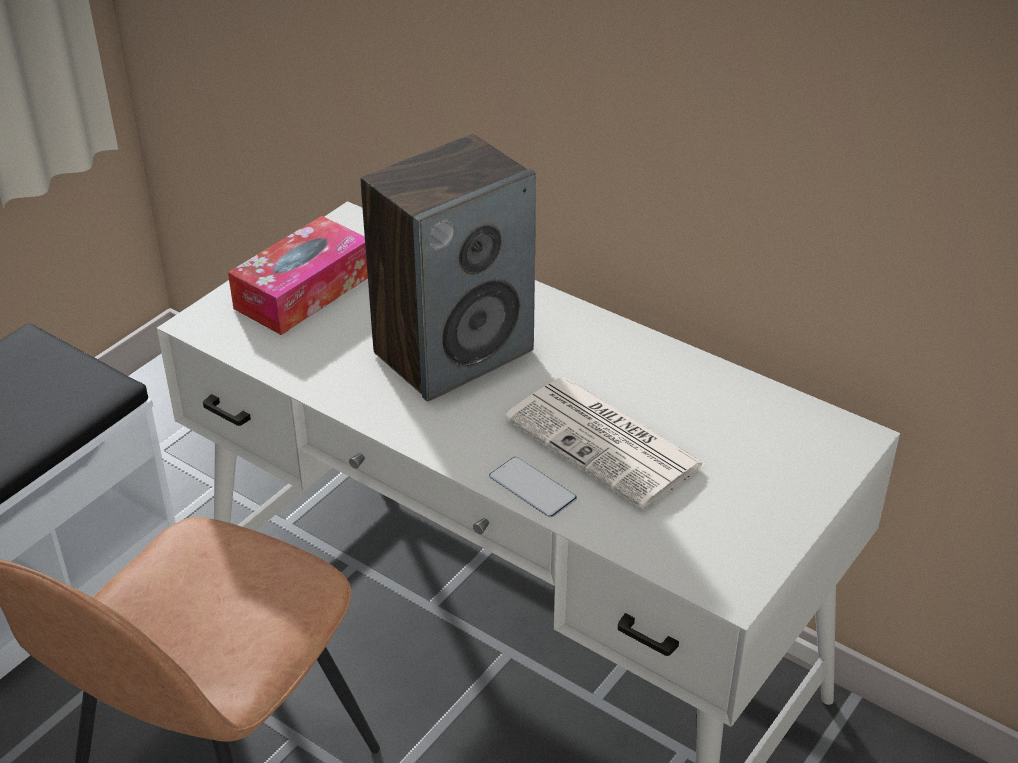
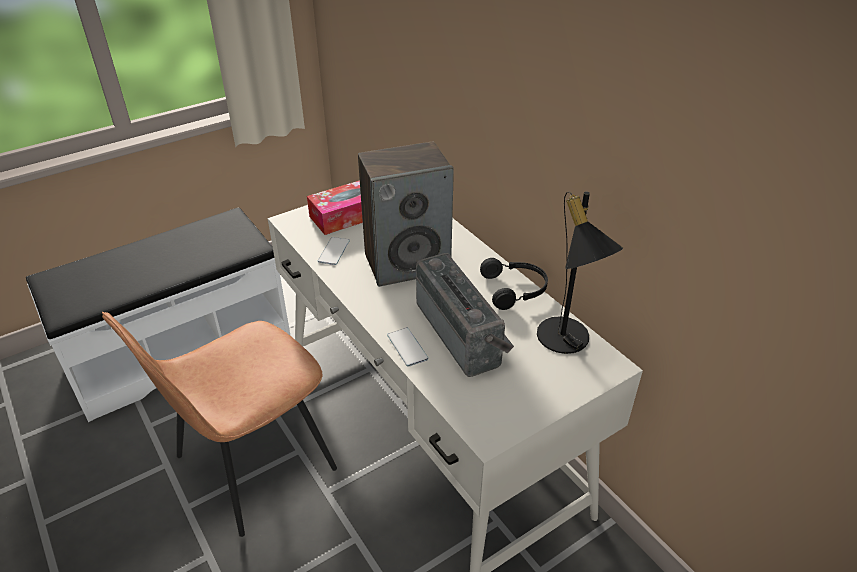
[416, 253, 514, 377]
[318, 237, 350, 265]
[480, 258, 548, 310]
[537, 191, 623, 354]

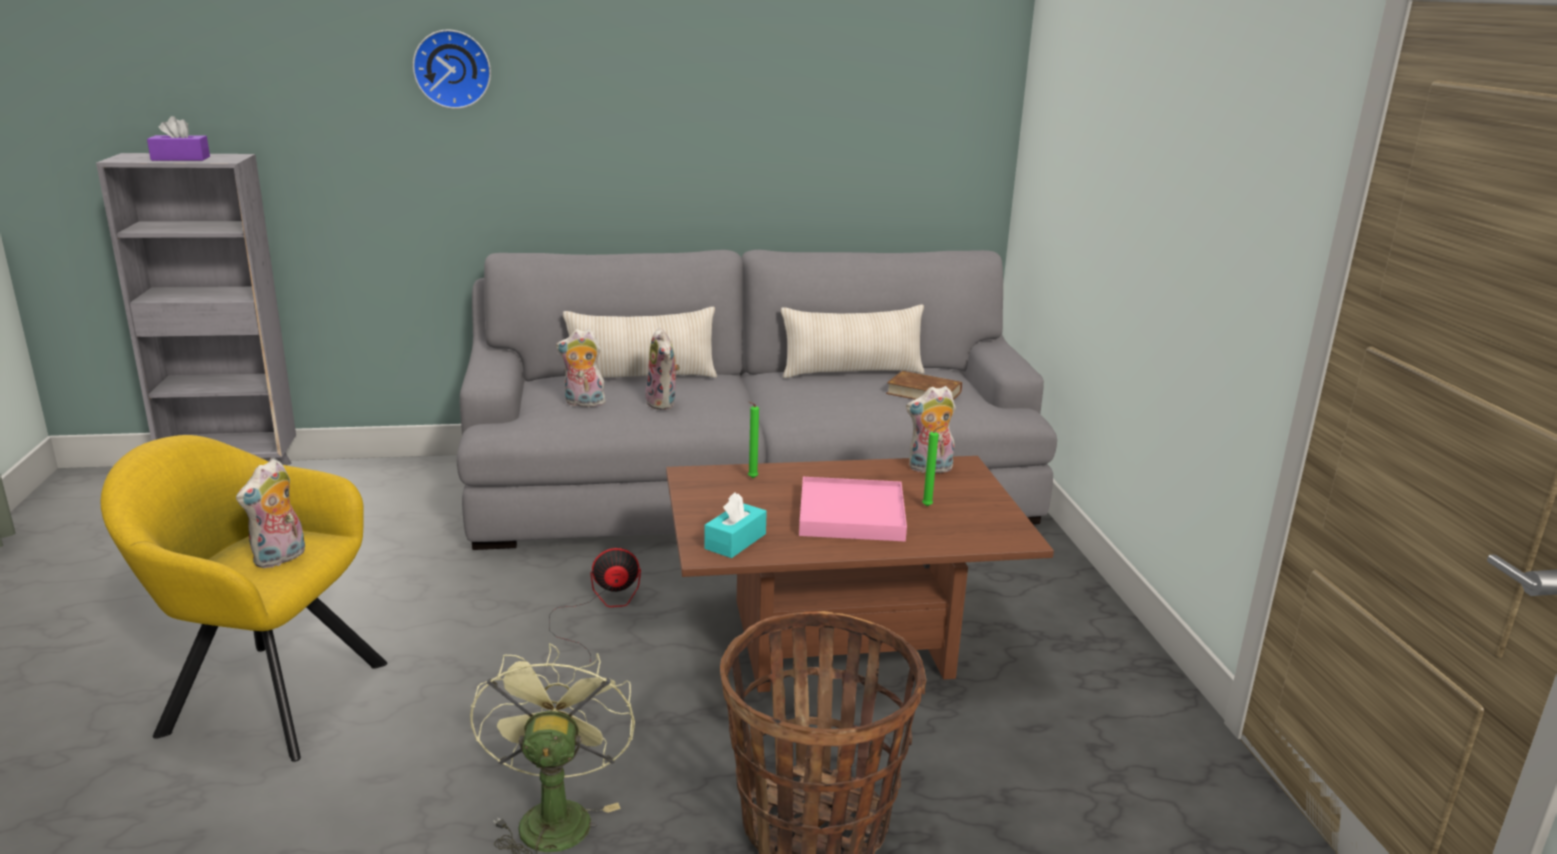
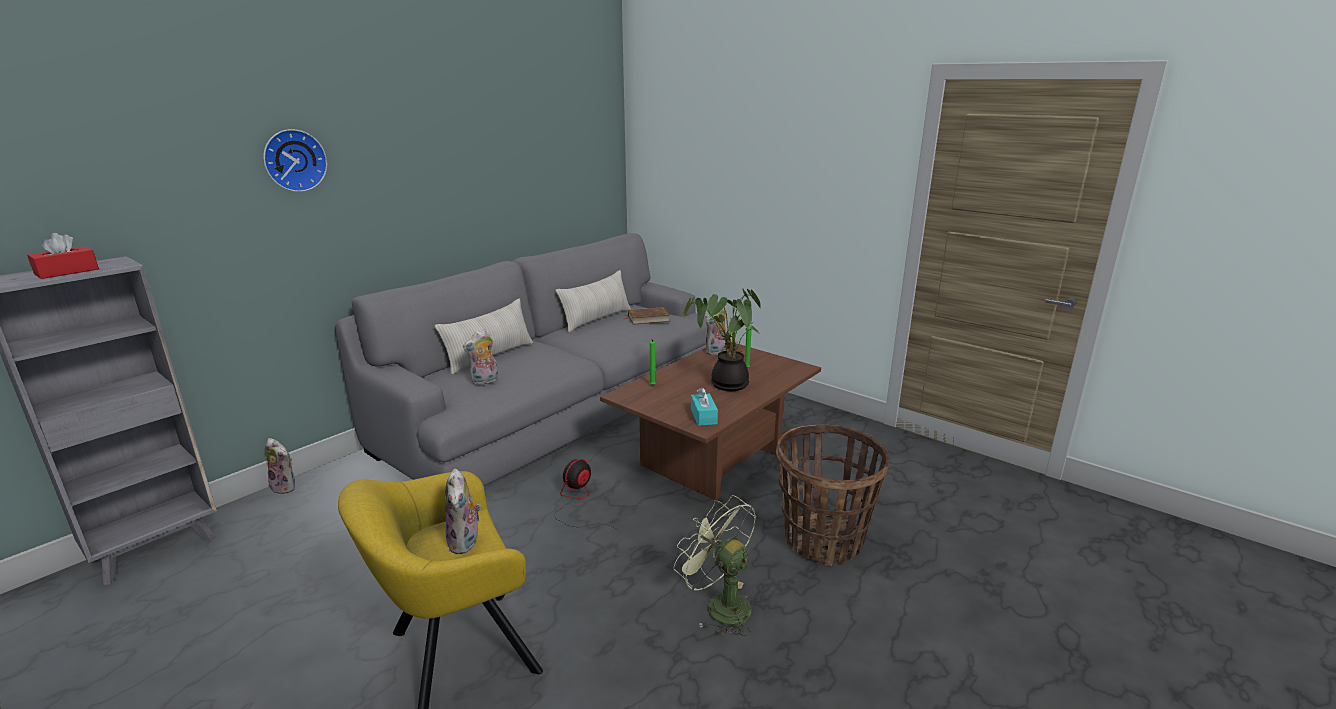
[27, 233, 99, 279]
[265, 438, 295, 495]
[684, 289, 761, 391]

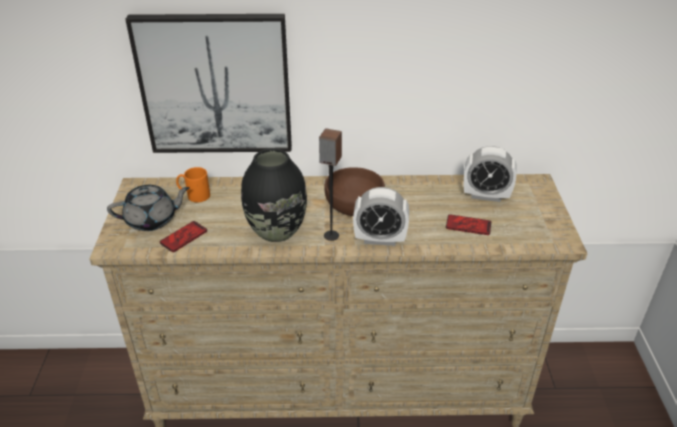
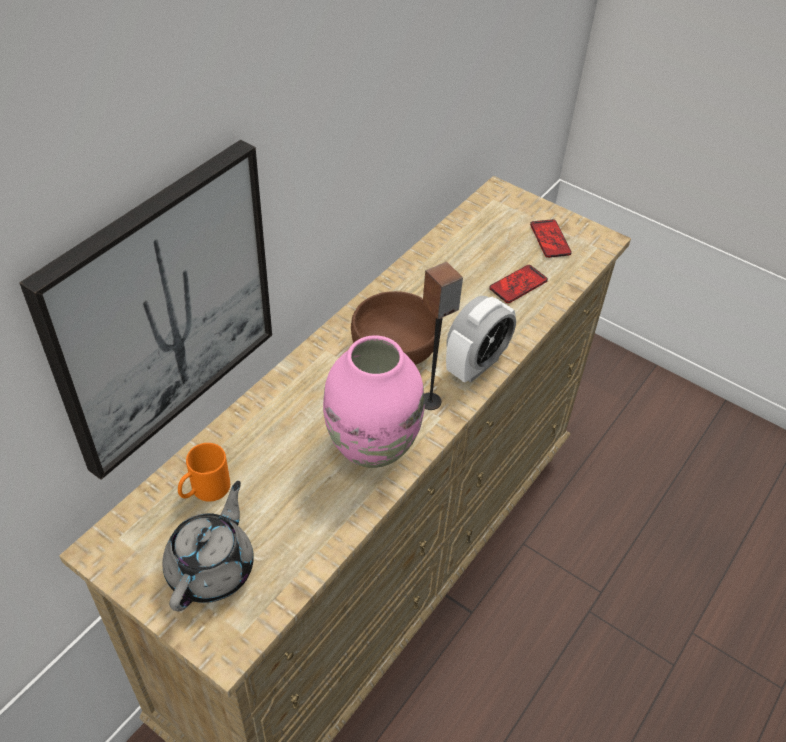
[530, 219, 572, 258]
[323, 335, 424, 468]
[464, 146, 516, 202] (first image)

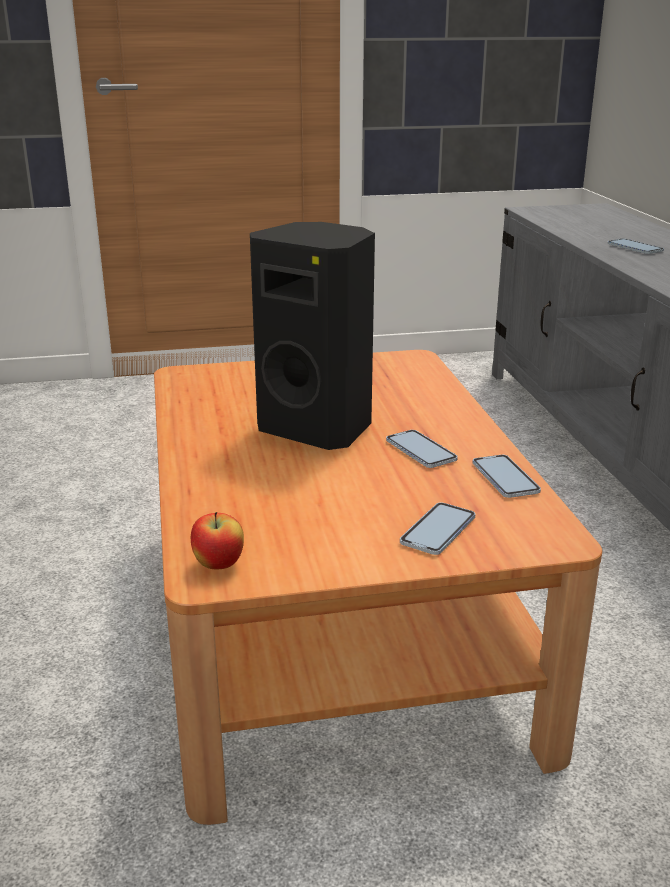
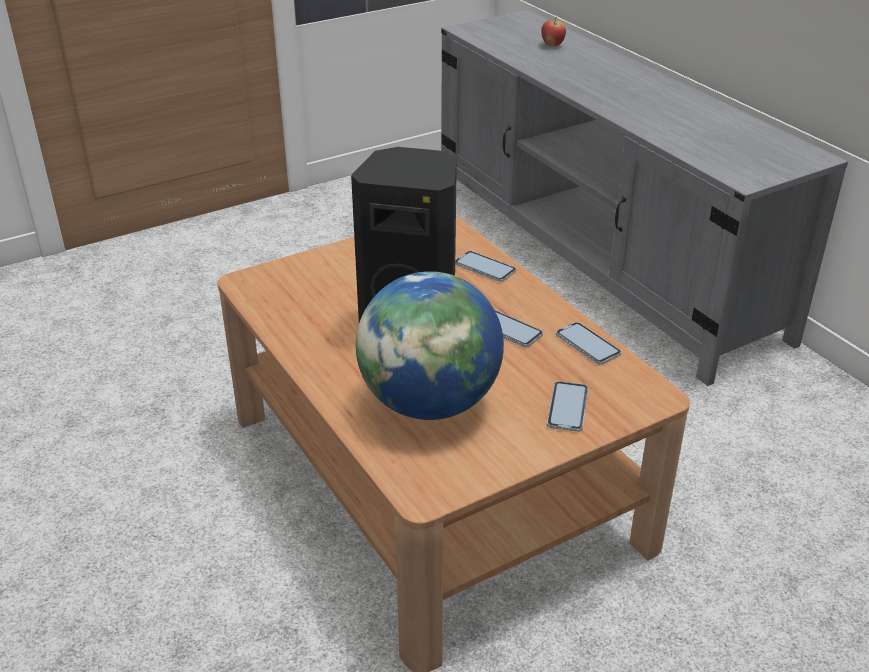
[541, 17, 566, 46]
[455, 251, 516, 282]
[356, 271, 504, 420]

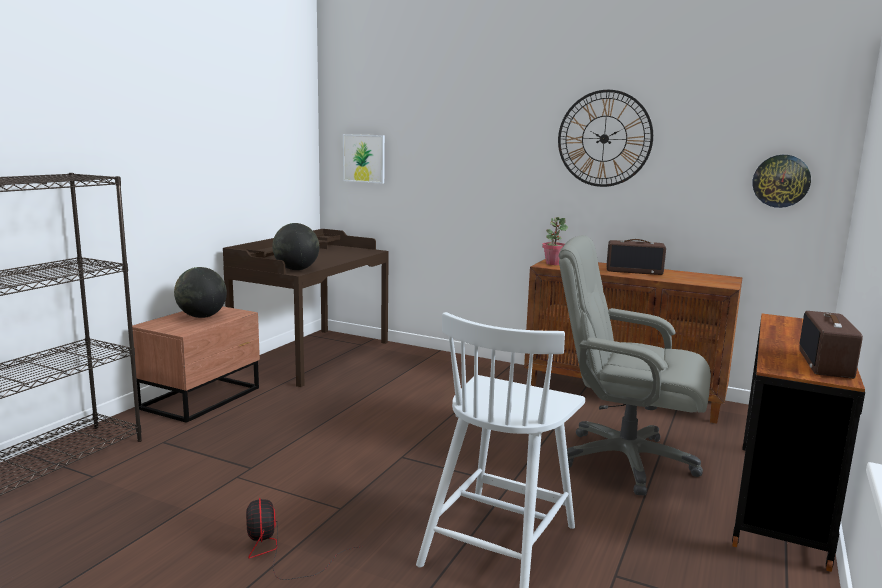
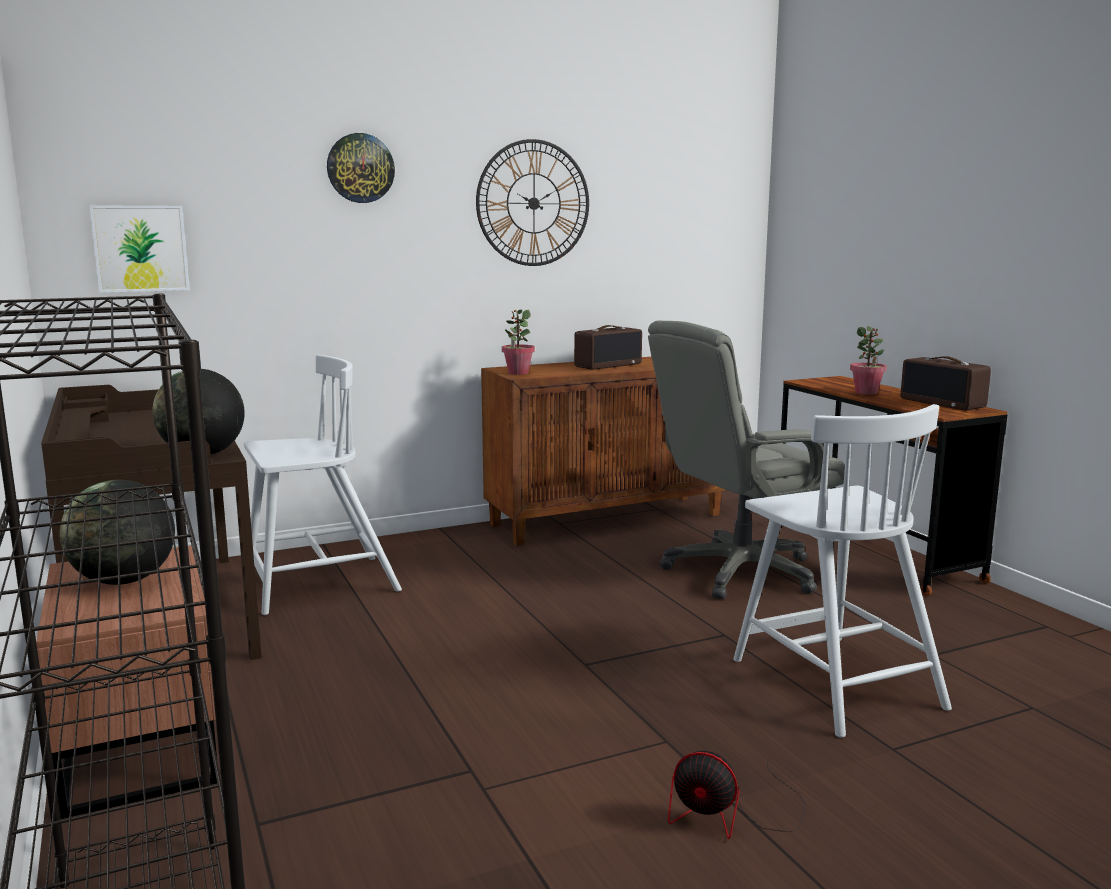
[327, 133, 395, 203]
[244, 355, 402, 615]
[850, 326, 887, 395]

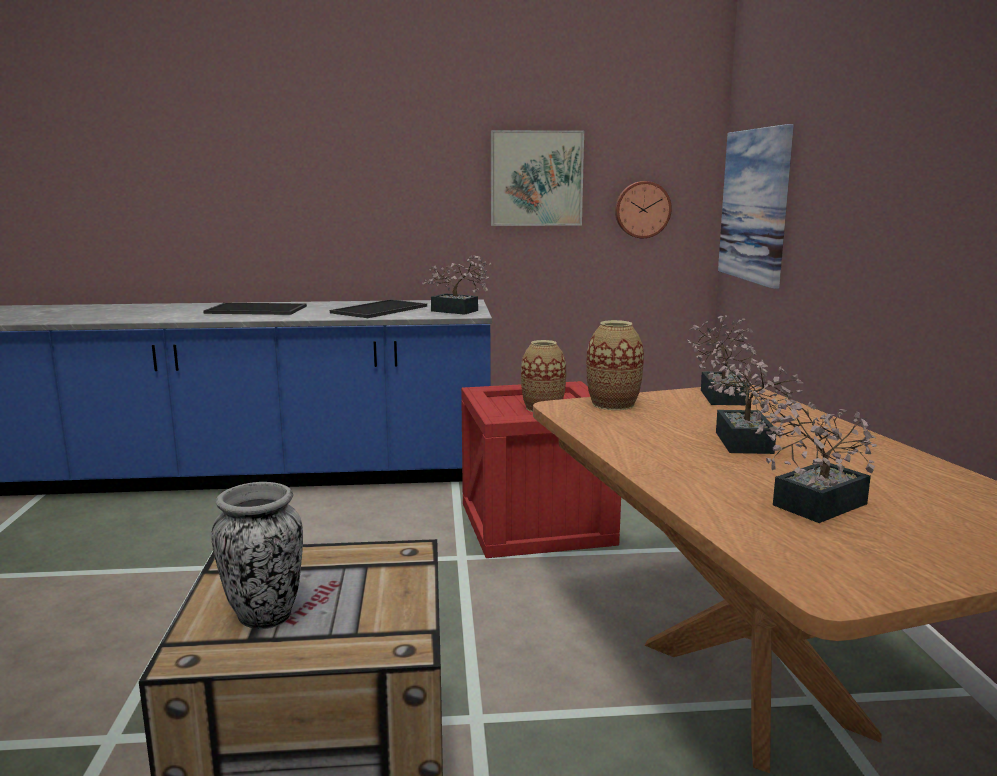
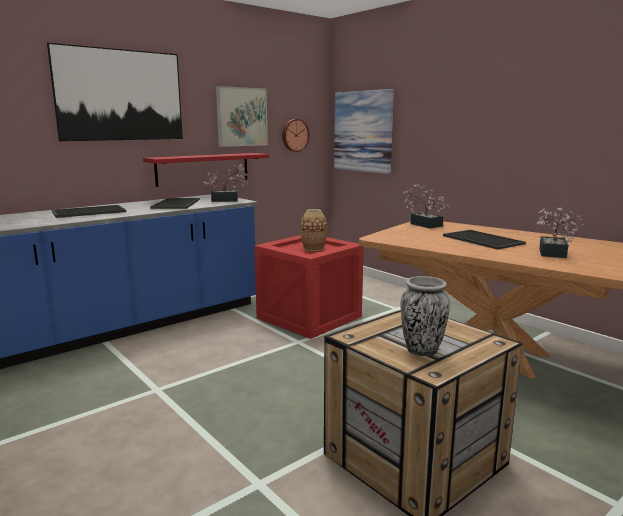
[586, 320, 644, 410] (first image)
[443, 230, 526, 250]
[47, 43, 183, 141]
[143, 153, 269, 187]

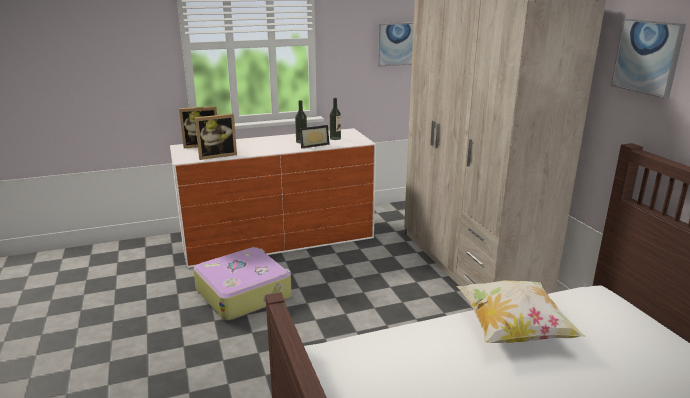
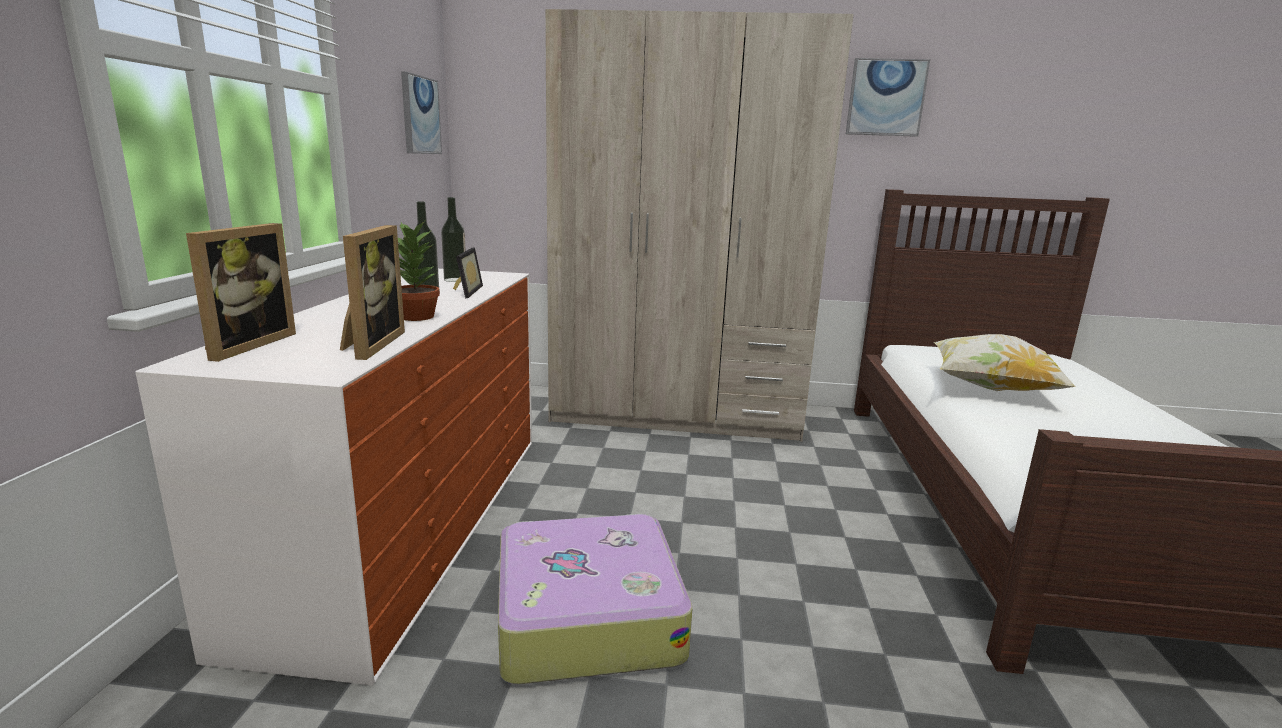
[398, 221, 440, 321]

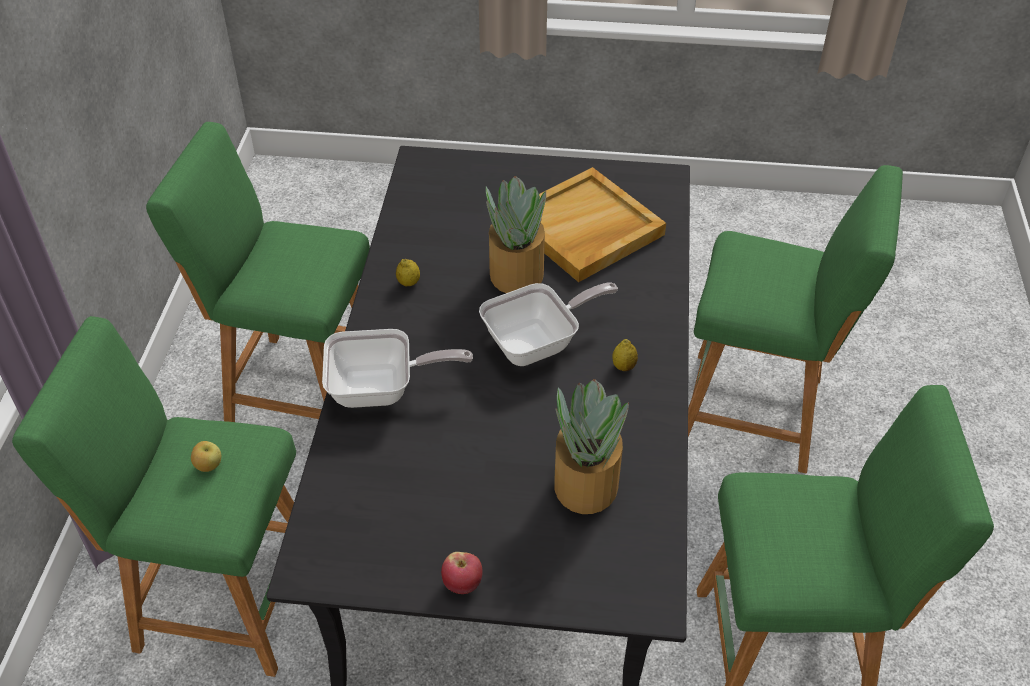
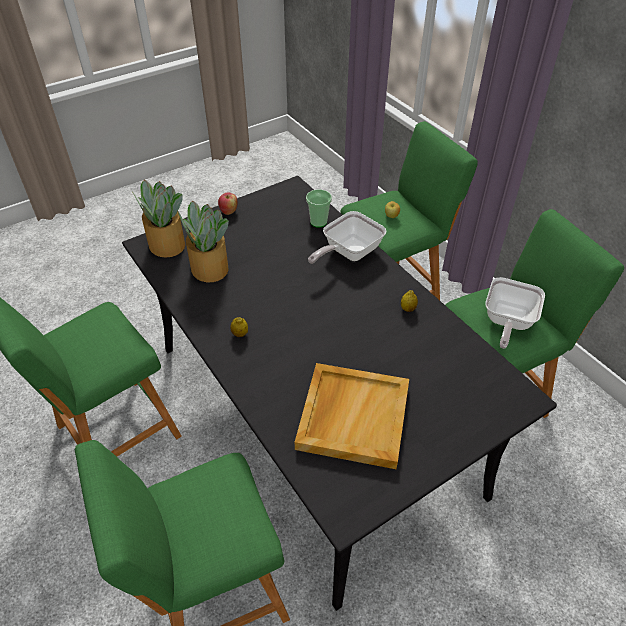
[486, 277, 545, 349]
[132, 180, 185, 258]
[306, 190, 332, 227]

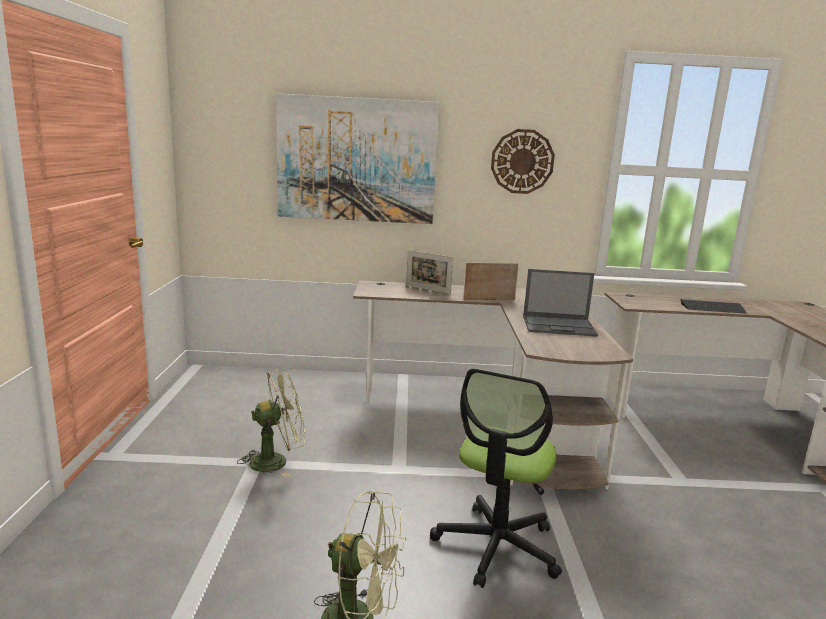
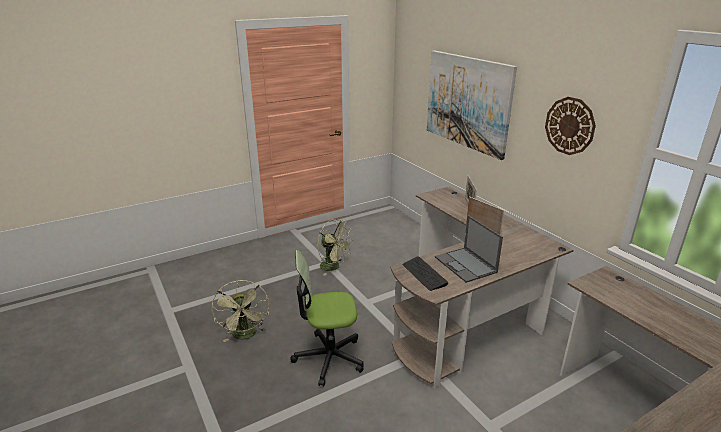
[403, 256, 449, 291]

